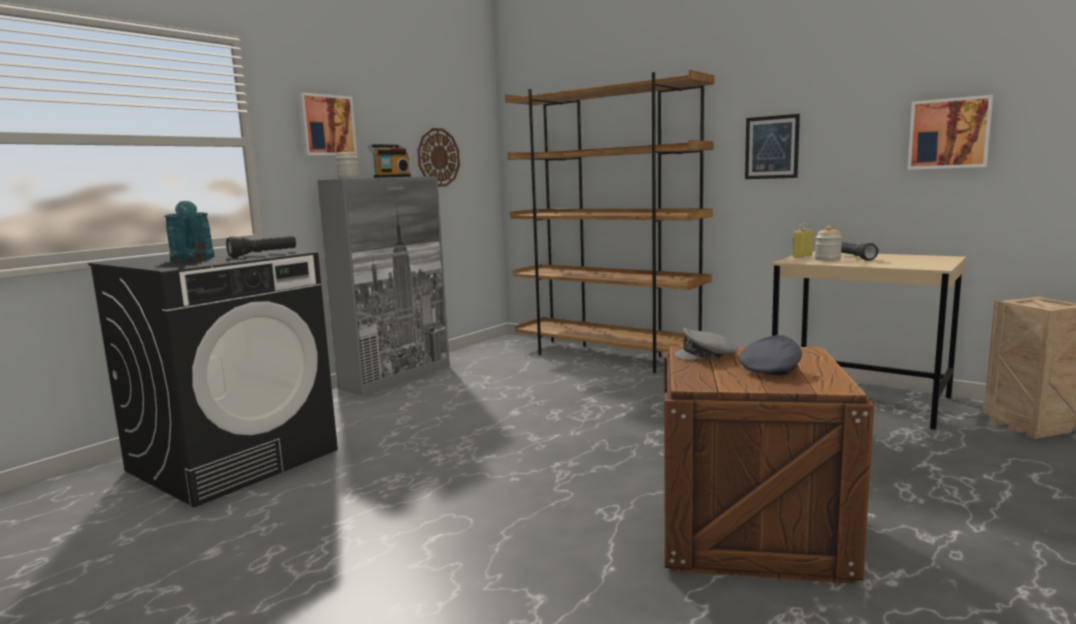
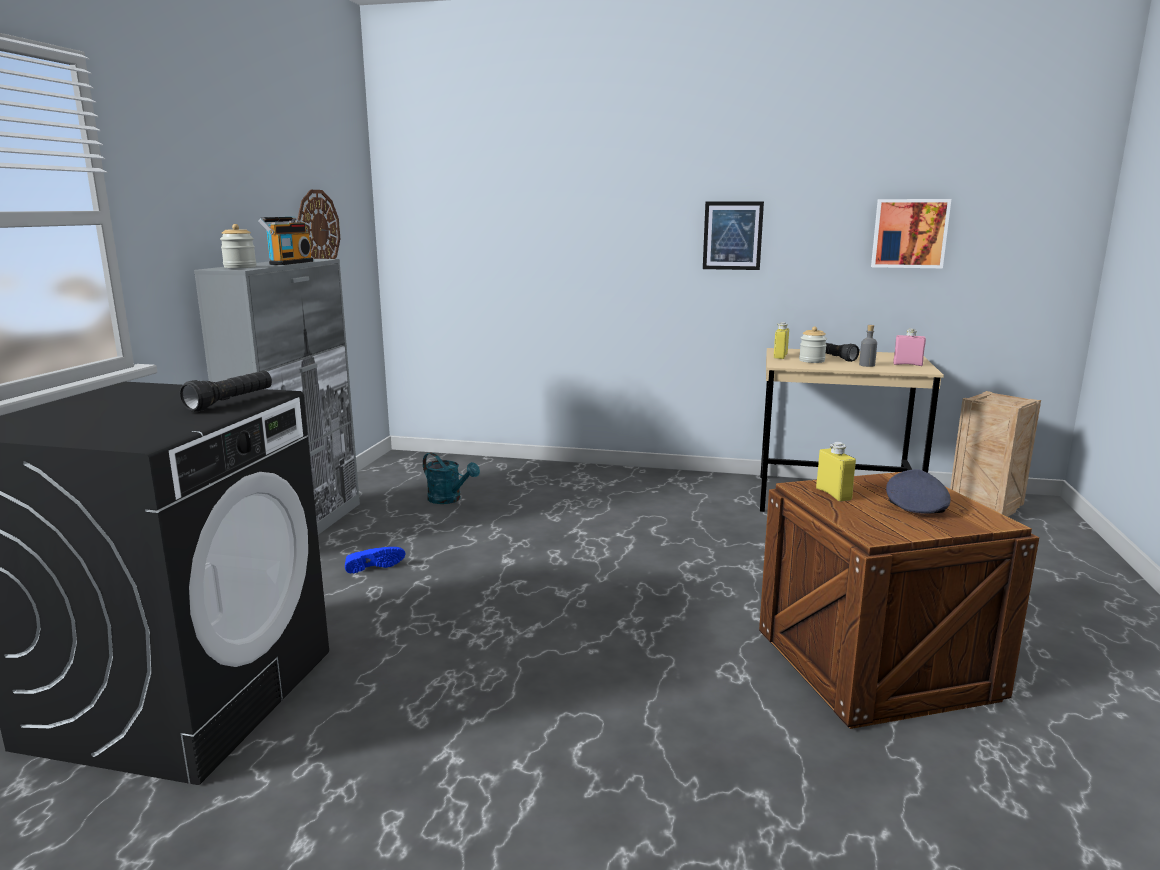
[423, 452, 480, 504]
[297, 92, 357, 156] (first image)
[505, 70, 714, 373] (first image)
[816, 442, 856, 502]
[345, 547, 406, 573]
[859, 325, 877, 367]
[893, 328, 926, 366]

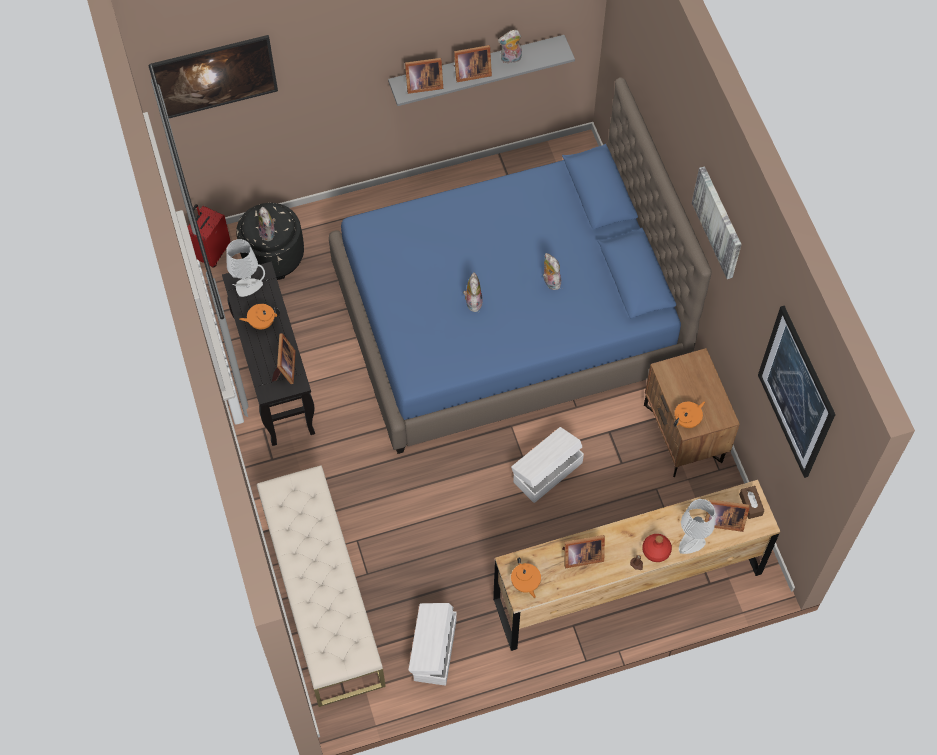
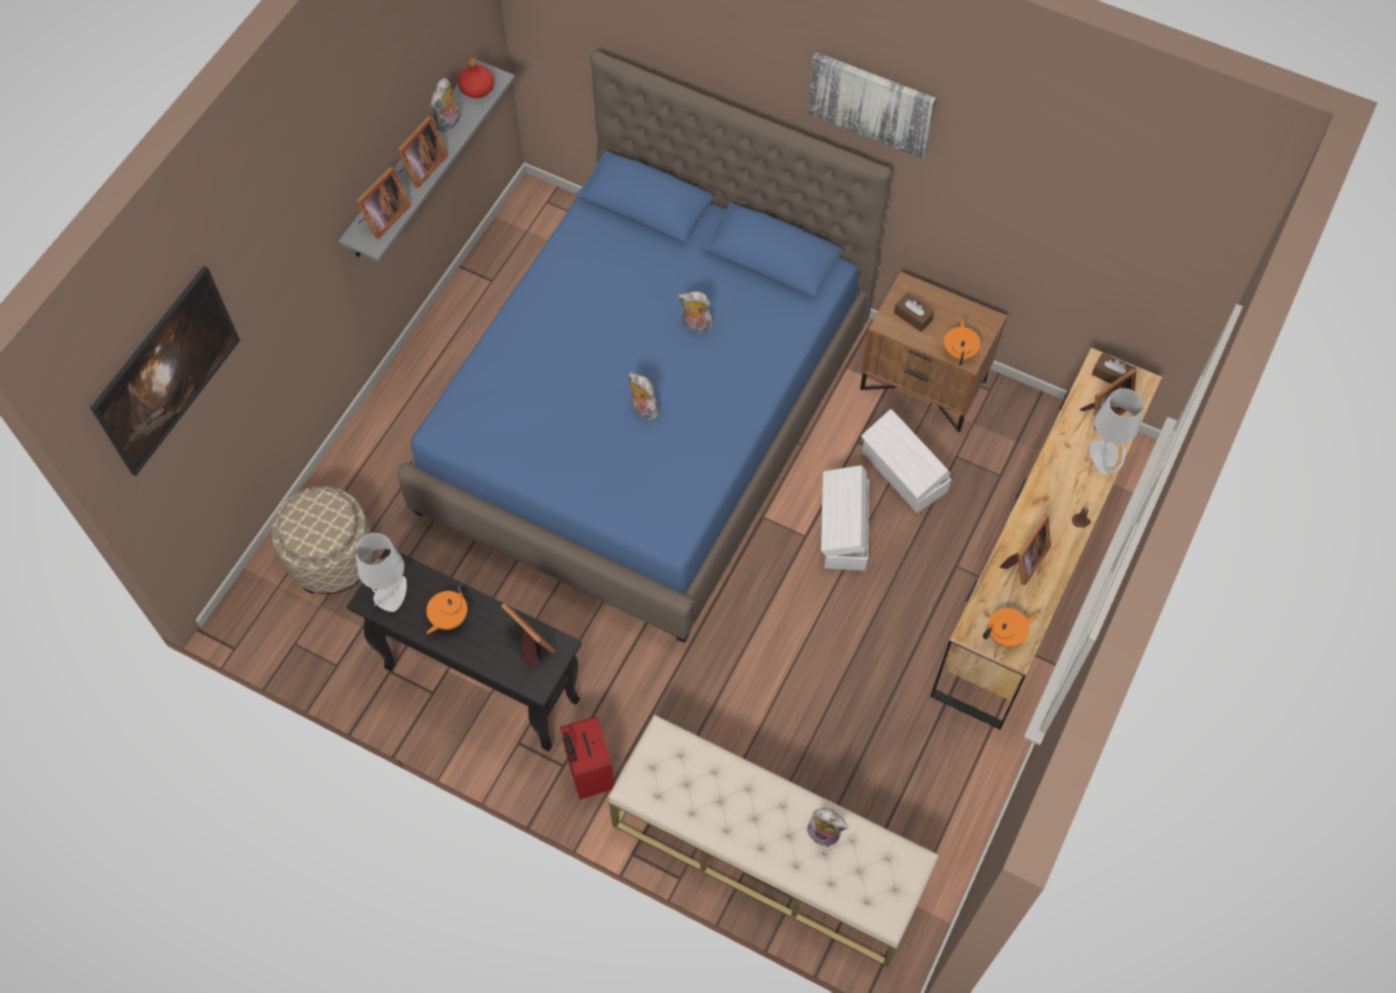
[560, 716, 615, 800]
[272, 486, 375, 594]
[805, 808, 848, 847]
[861, 409, 951, 513]
[983, 608, 1038, 647]
[458, 58, 494, 98]
[758, 305, 836, 478] (first image)
[894, 293, 934, 332]

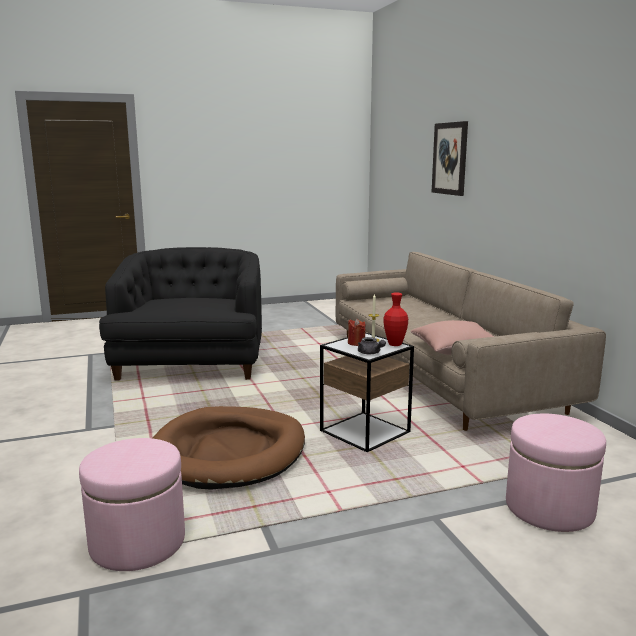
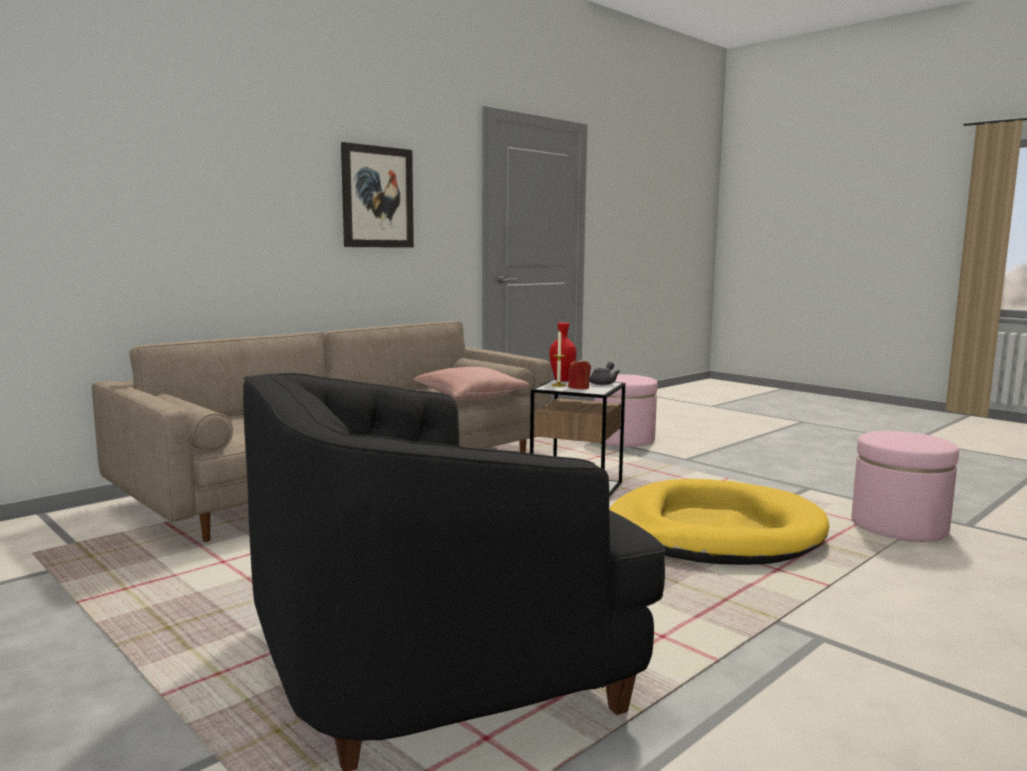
[609, 479, 829, 565]
[341, 142, 414, 248]

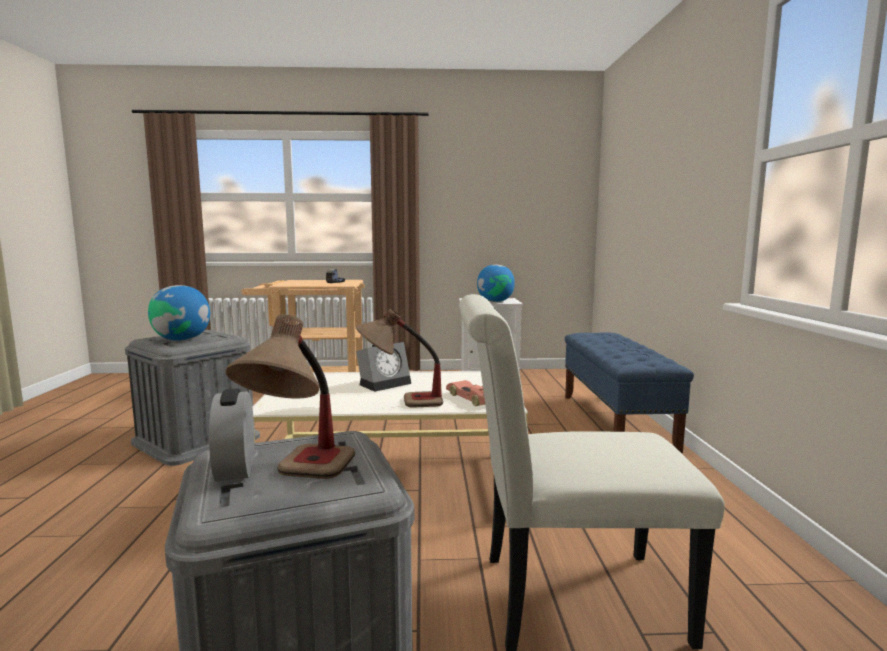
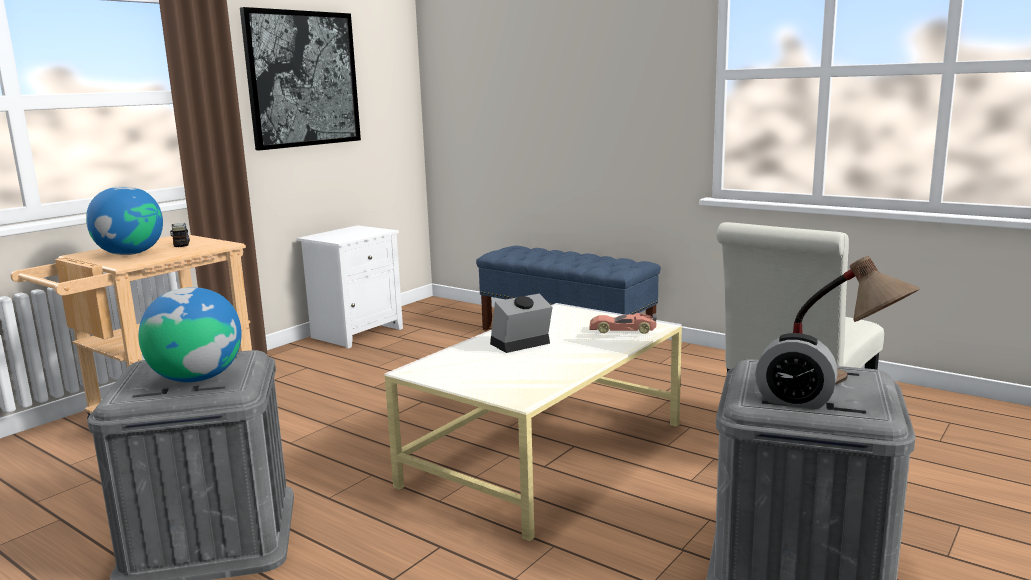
[356, 309, 443, 408] (first image)
[490, 294, 553, 353]
[86, 186, 163, 255]
[240, 7, 361, 150]

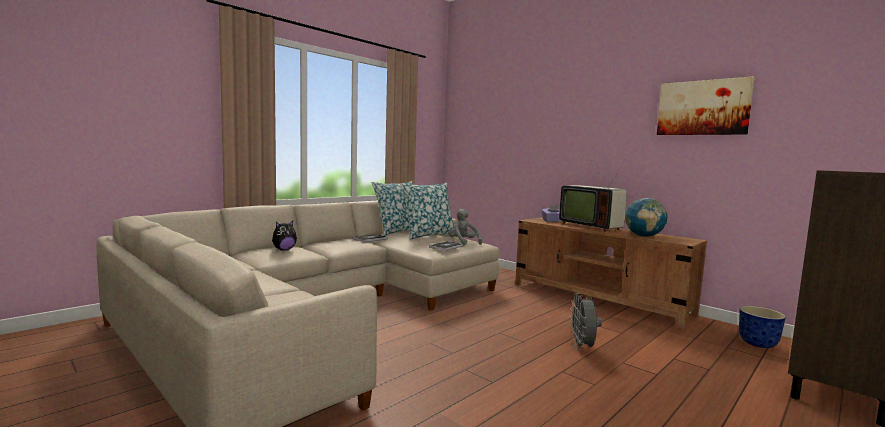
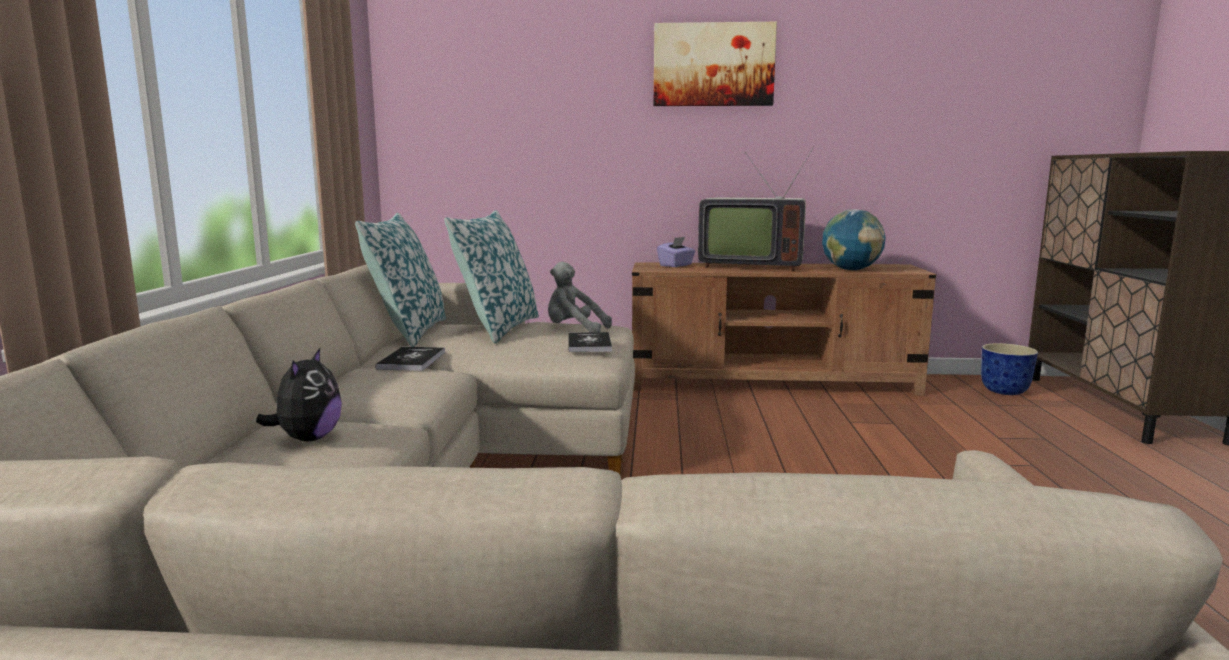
[570, 293, 602, 350] (first image)
[654, 22, 777, 106]

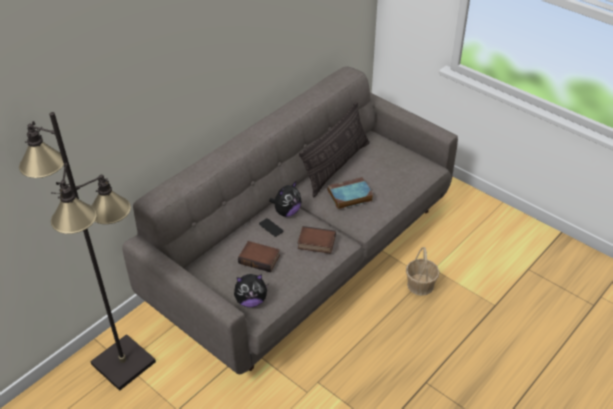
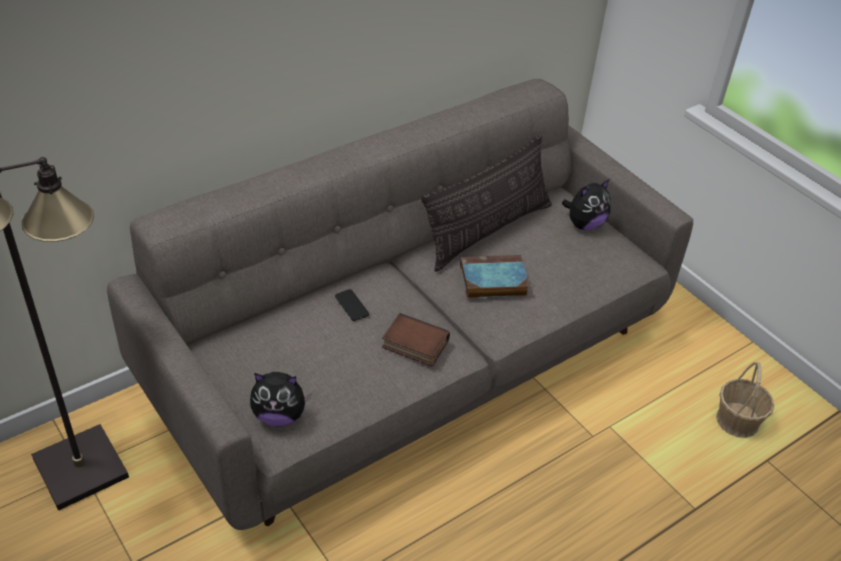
[238, 241, 280, 272] (first image)
[562, 179, 611, 230]
[716, 362, 774, 438]

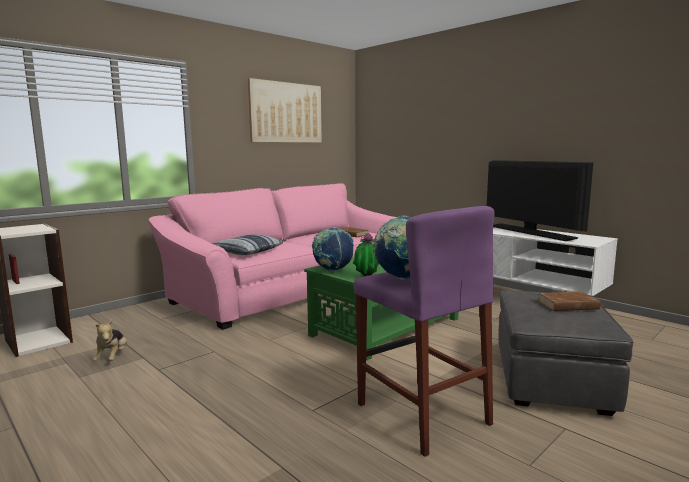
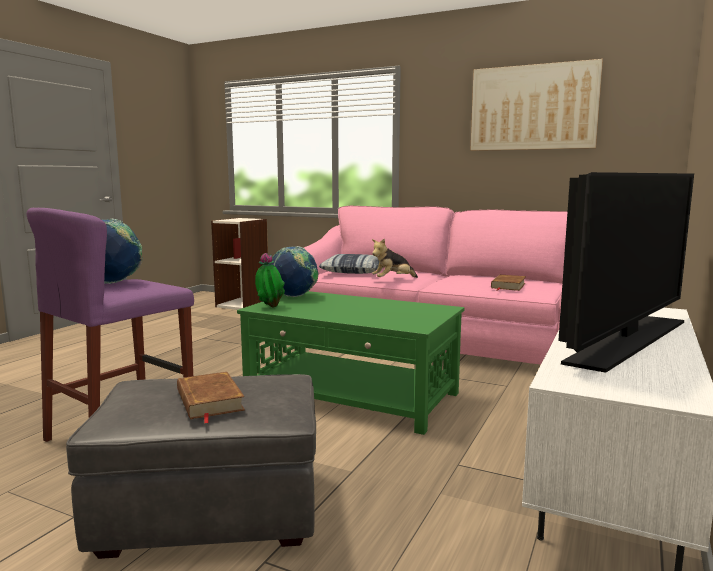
[372, 238, 418, 278]

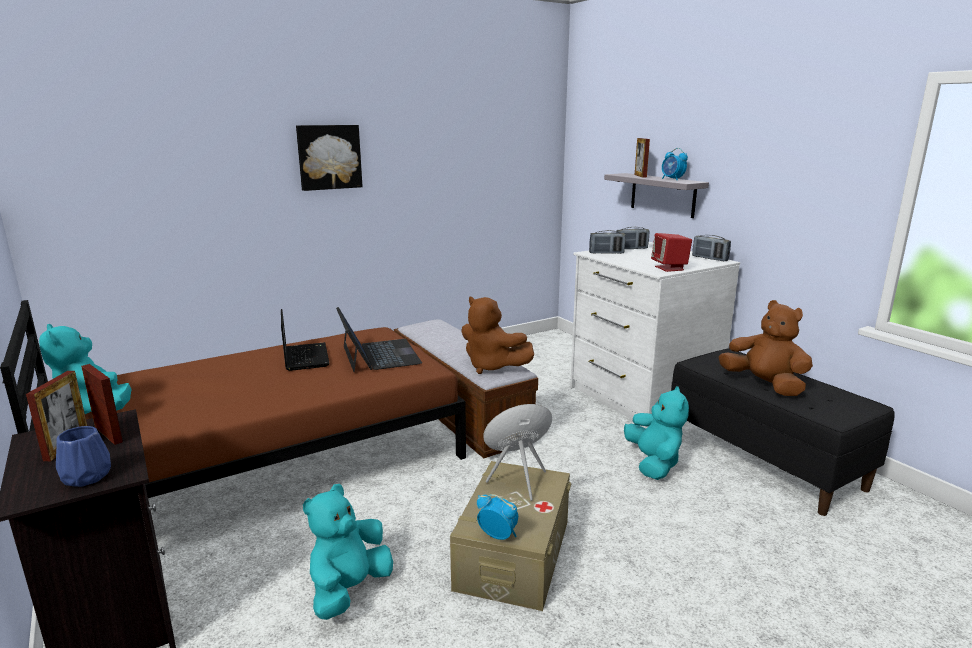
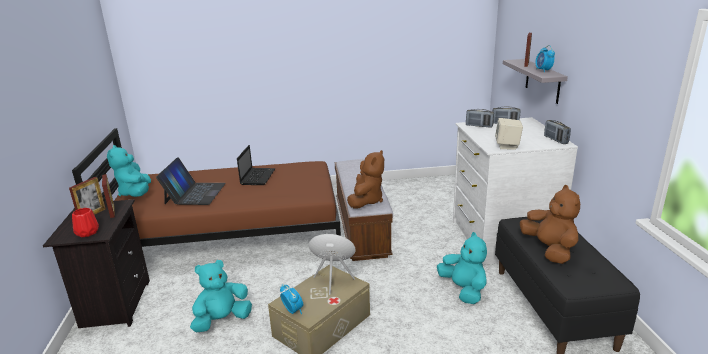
[72, 208, 99, 237]
[296, 125, 363, 191] (first image)
[156, 157, 226, 205]
[347, 150, 384, 209]
[437, 232, 487, 304]
[495, 118, 523, 149]

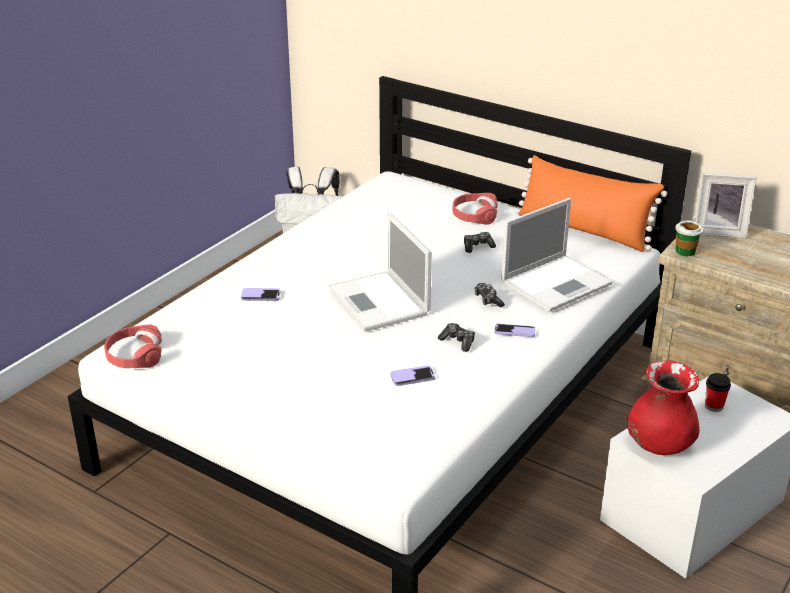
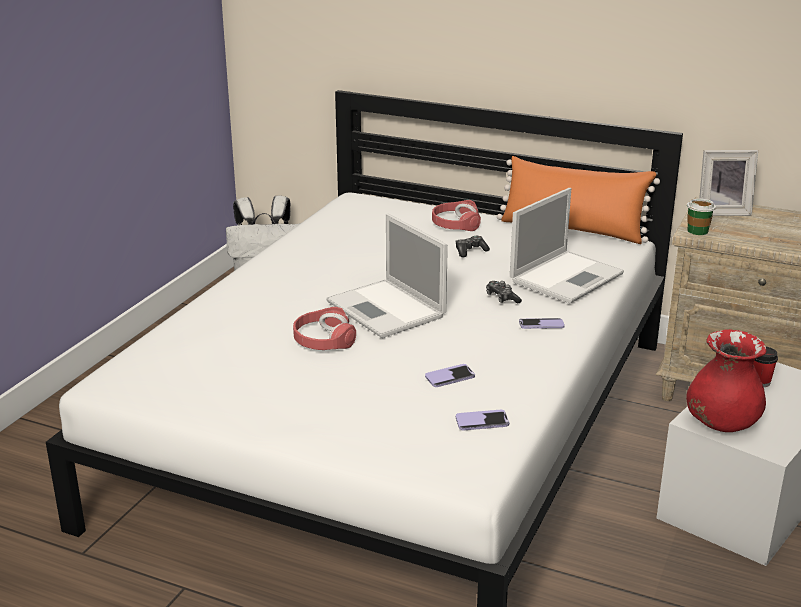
[293, 307, 356, 350]
[456, 410, 509, 430]
[438, 323, 475, 352] (first image)

